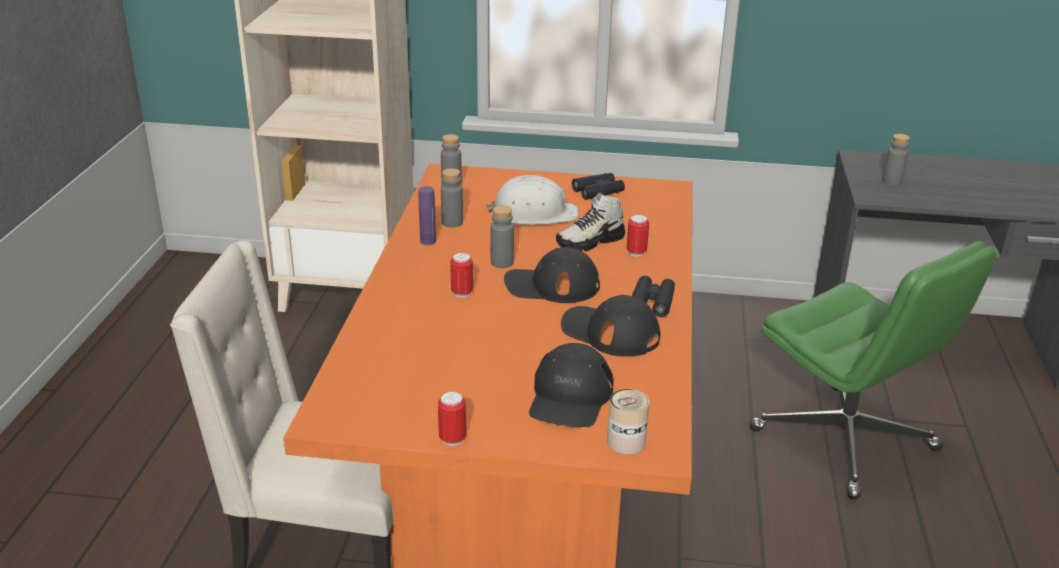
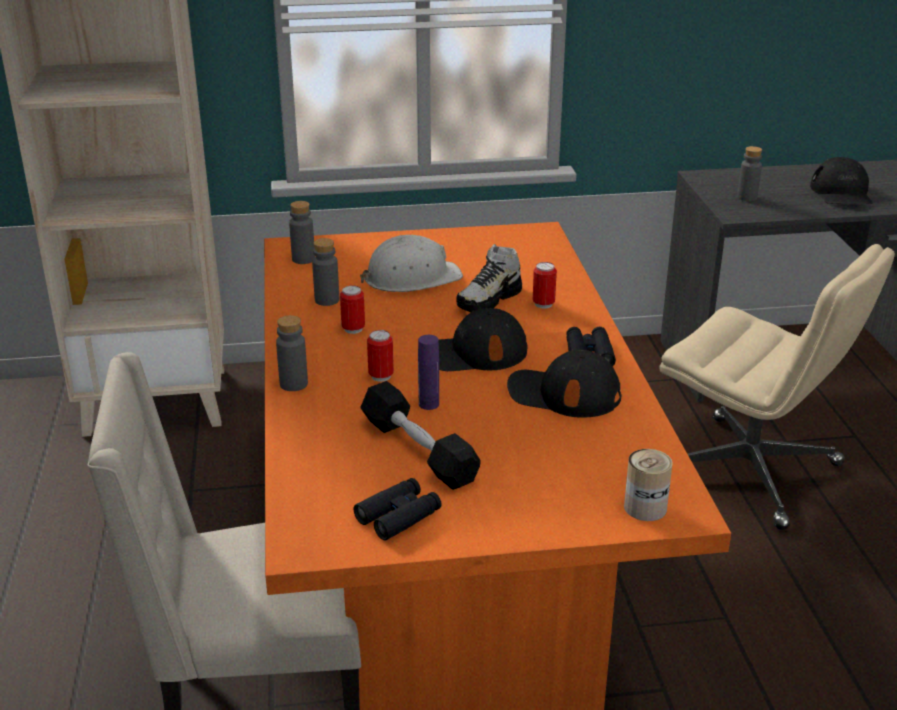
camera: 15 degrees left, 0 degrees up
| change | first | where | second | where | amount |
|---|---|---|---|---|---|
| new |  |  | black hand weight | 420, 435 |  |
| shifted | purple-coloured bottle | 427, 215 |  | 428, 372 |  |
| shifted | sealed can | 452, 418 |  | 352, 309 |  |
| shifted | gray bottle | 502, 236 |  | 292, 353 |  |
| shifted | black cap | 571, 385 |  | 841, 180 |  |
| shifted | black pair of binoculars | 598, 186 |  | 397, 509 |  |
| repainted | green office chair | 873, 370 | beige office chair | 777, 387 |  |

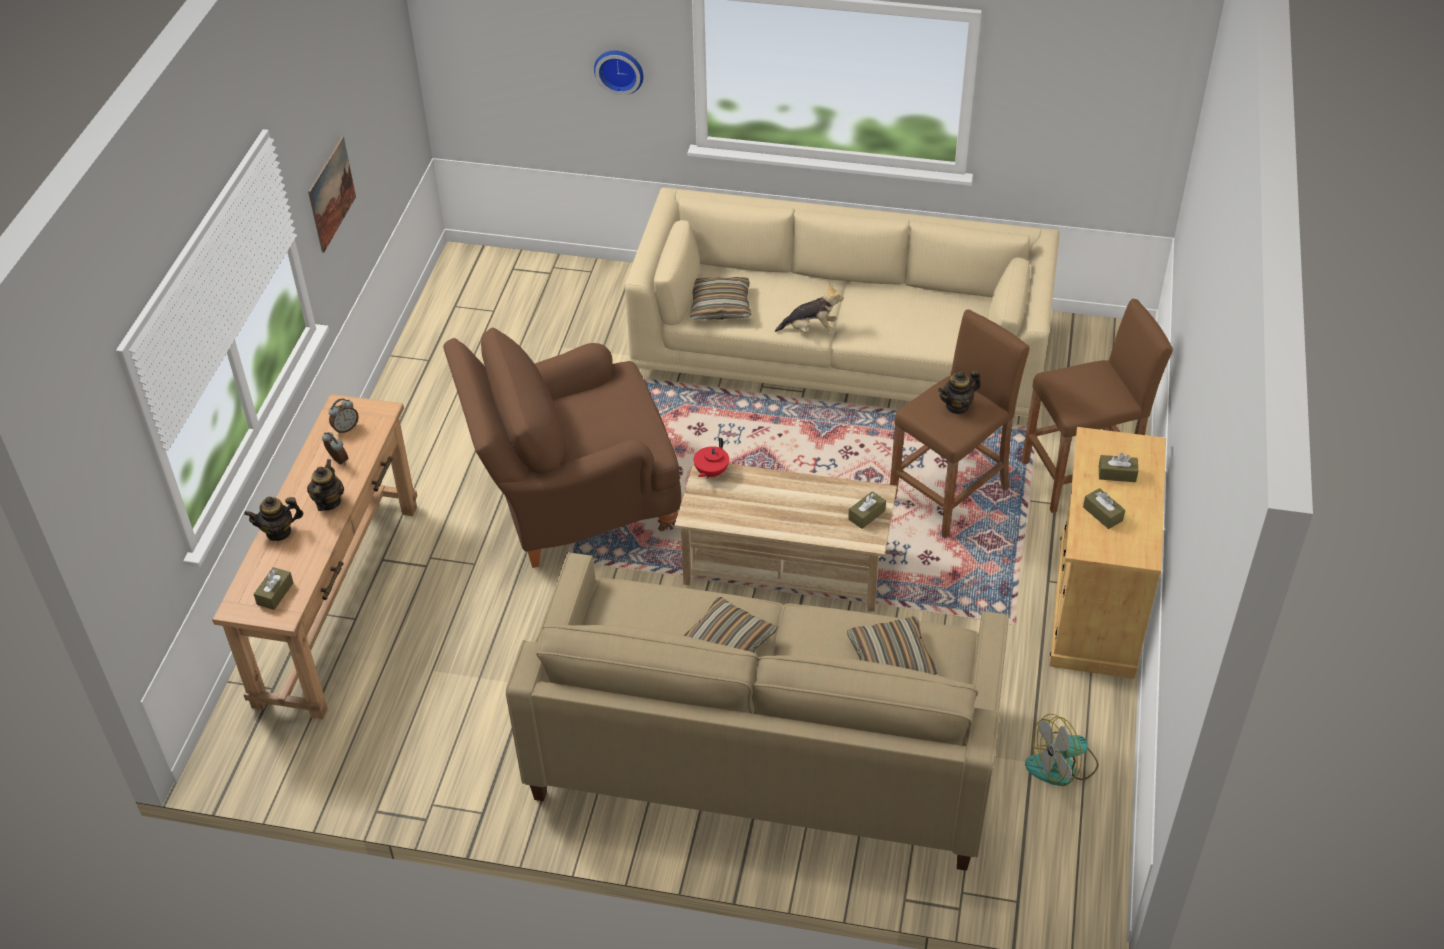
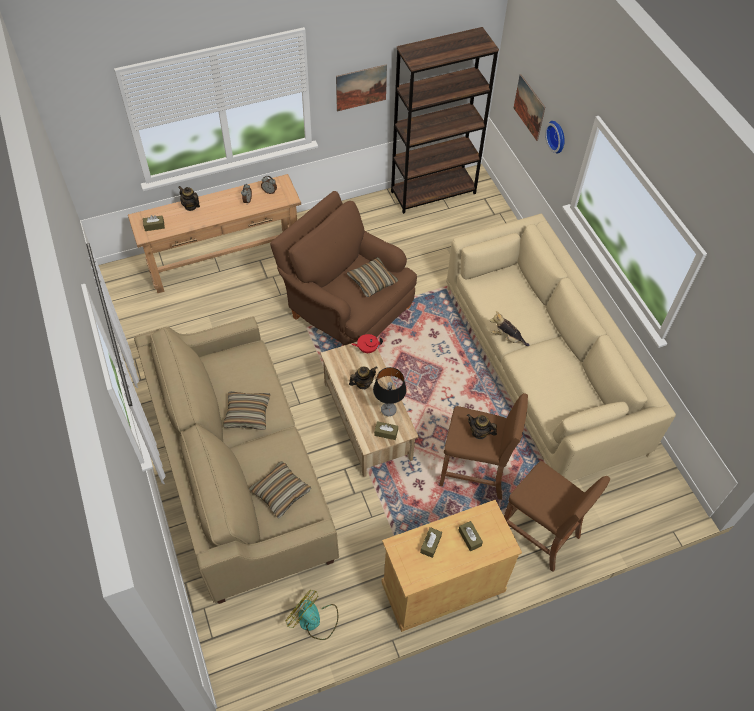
camera: 55 degrees right, 10 degrees up
| change | first | where | second | where | amount |
|---|---|---|---|---|---|
| new |  |  | table lamp | 389, 391 |  |
| new |  |  | brown-coloured shelving unit | 445, 120 |  |
| new |  |  | wall art | 529, 107 |  |
| shifted | tea pot | 325, 485 |  | 363, 377 |  |
| shifted | throw pillow | 720, 298 |  | 372, 277 |  |
| rotated | plush toy | 809, 308 |  | 509, 328 | 150 degrees clockwise |

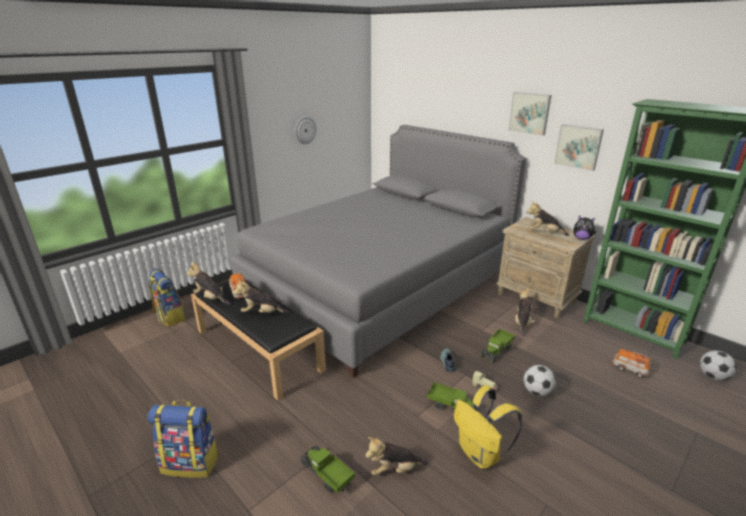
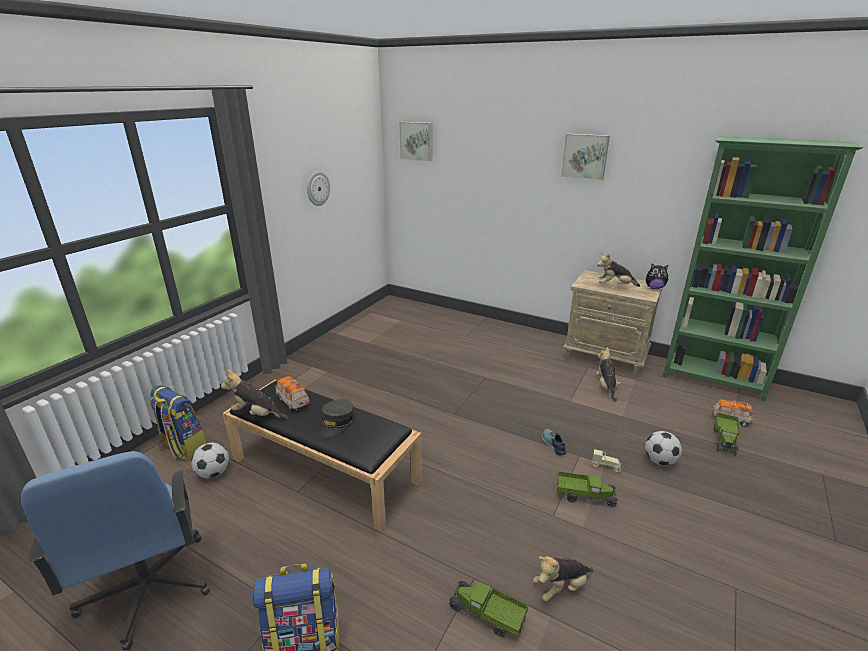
camera: 15 degrees left, 0 degrees up
| change | first | where | second | where | amount |
|---|---|---|---|---|---|
| gone | gray bedroom bed | 378, 251 |  |  |  |
| gone | yellow-coloured rucksack | 488, 427 |  |  |  |
| new |  |  | bluish office chair | 115, 550 |  |
| shifted | model truck | 497, 346 |  | 728, 434 |  |
| shifted | wall art | 579, 147 |  | 416, 141 |  |
| shifted | ball for football | 718, 365 |  | 210, 460 |  |
| swapped | plush toy | 262, 296 | gray cap | 336, 418 |  |

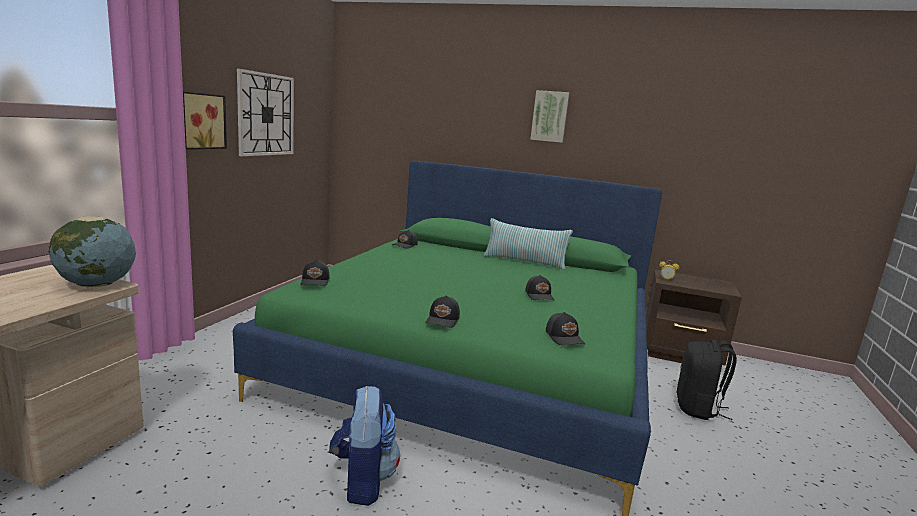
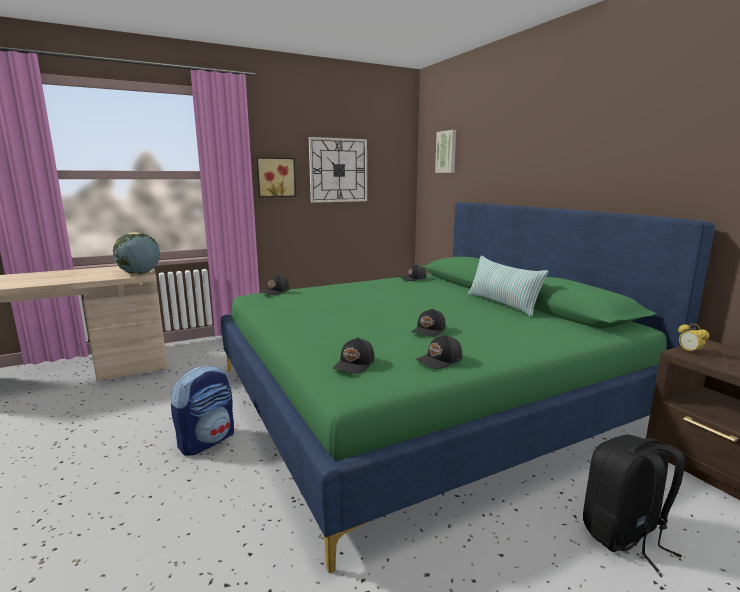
camera: 45 degrees right, 0 degrees up
| change | first | where | second | where | amount |
|---|---|---|---|---|---|
| shifted | black cap | 442, 311 |  | 438, 352 |  |
| shifted | wall art | 550, 116 |  | 445, 151 |  |

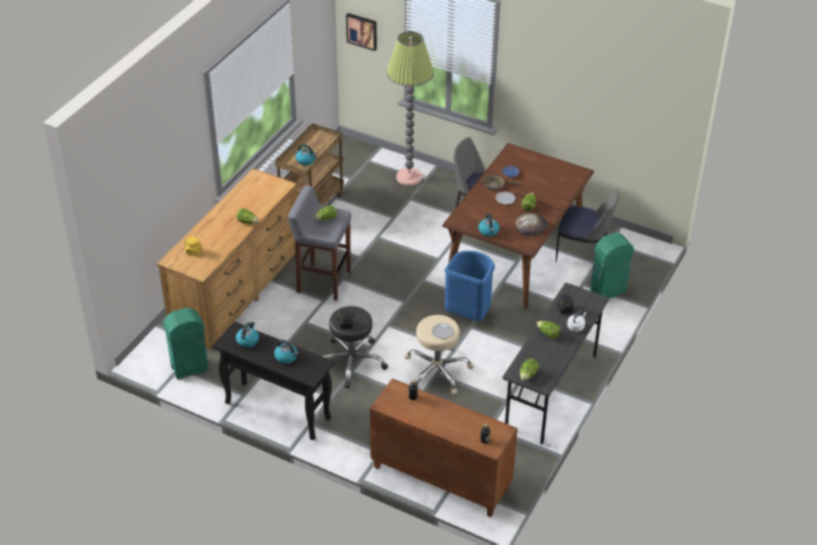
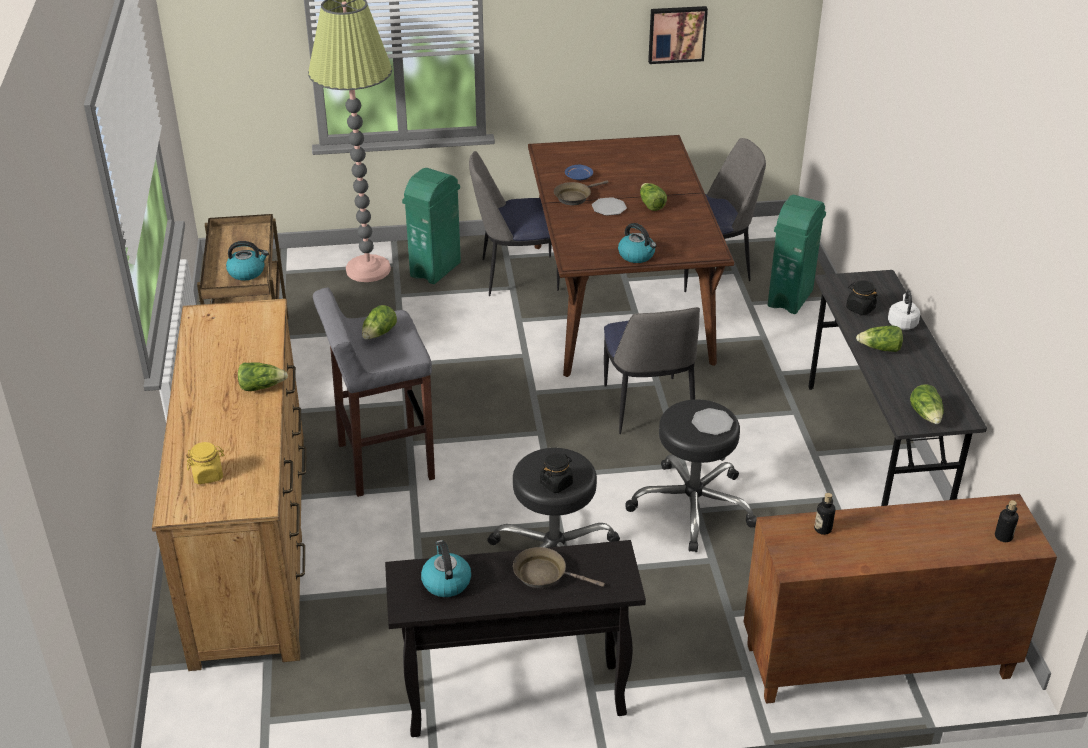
camera: 35 degrees left, 5 degrees down
| change | first | where | second | where | amount |
|---|---|---|---|---|---|
| gone | bread | 531, 224 |  |  |  |
| shifted | green trash can | 186, 343 |  | 431, 226 |  |
| shifted | wall art | 361, 32 |  | 678, 35 |  |
| swapped | kettle | 286, 352 | brown-coloured pan | 559, 567 |  |
| swapped | bluish trash can | 469, 286 | chair | 652, 370 |  |
| repainted | beige stool | 439, 355 | black stool | 691, 475 |  |

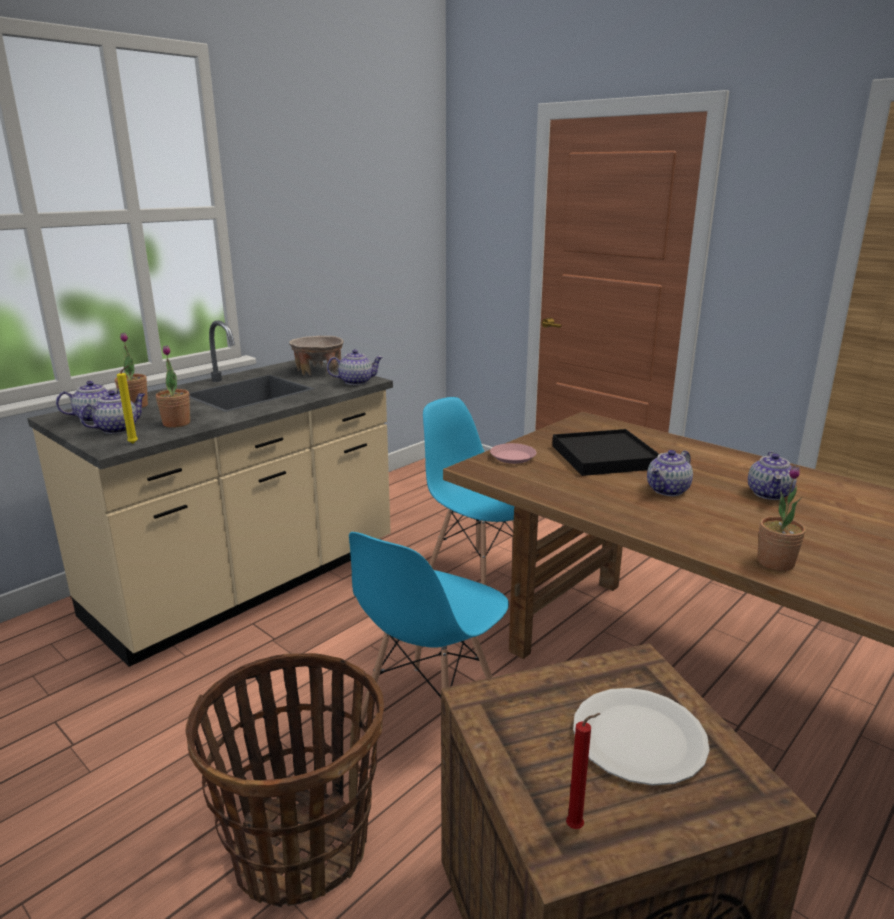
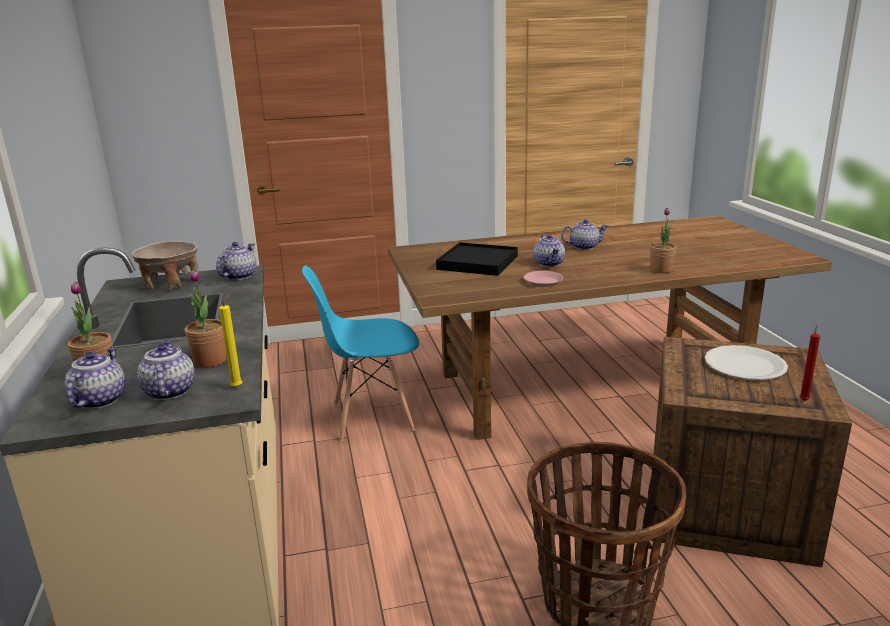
camera: 55 degrees left, 0 degrees up
| change | first | where | second | where | amount |
|---|---|---|---|---|---|
| gone | bluish chair | 429, 627 |  |  |  |
| shifted | pink dinner plate | 513, 453 |  | 543, 279 |  |
| rotated | tea pot | 772, 475 |  | 585, 234 | 60 degrees counterclockwise |

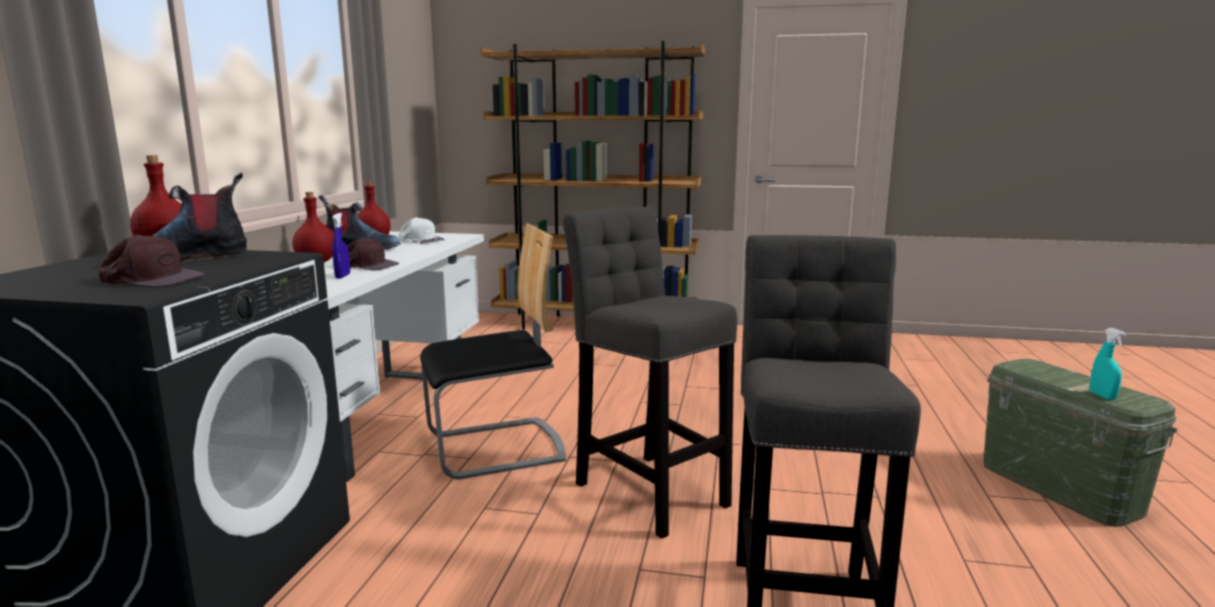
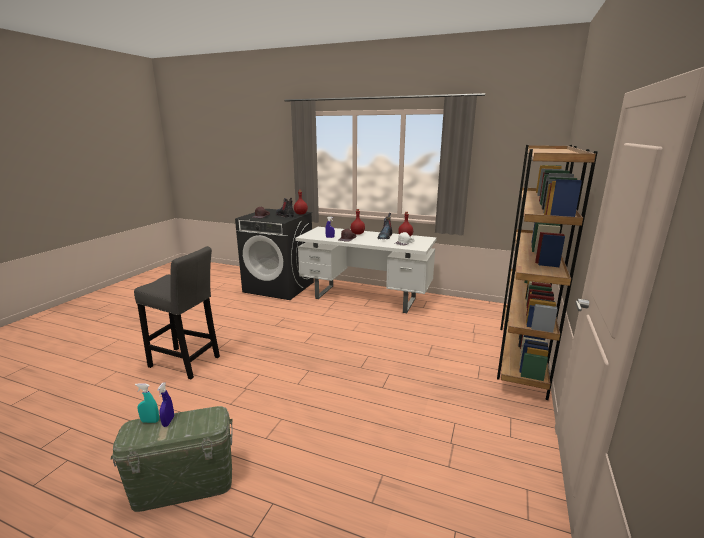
camera: 100 degrees right, 5 degrees up
| change | first | where | second | where | amount |
|---|---|---|---|---|---|
| gone | chair | 493, 351 |  |  |  |
| gone | gray stool | 650, 372 |  |  |  |
| new |  |  | bluish spray bottle | 165, 404 |  |

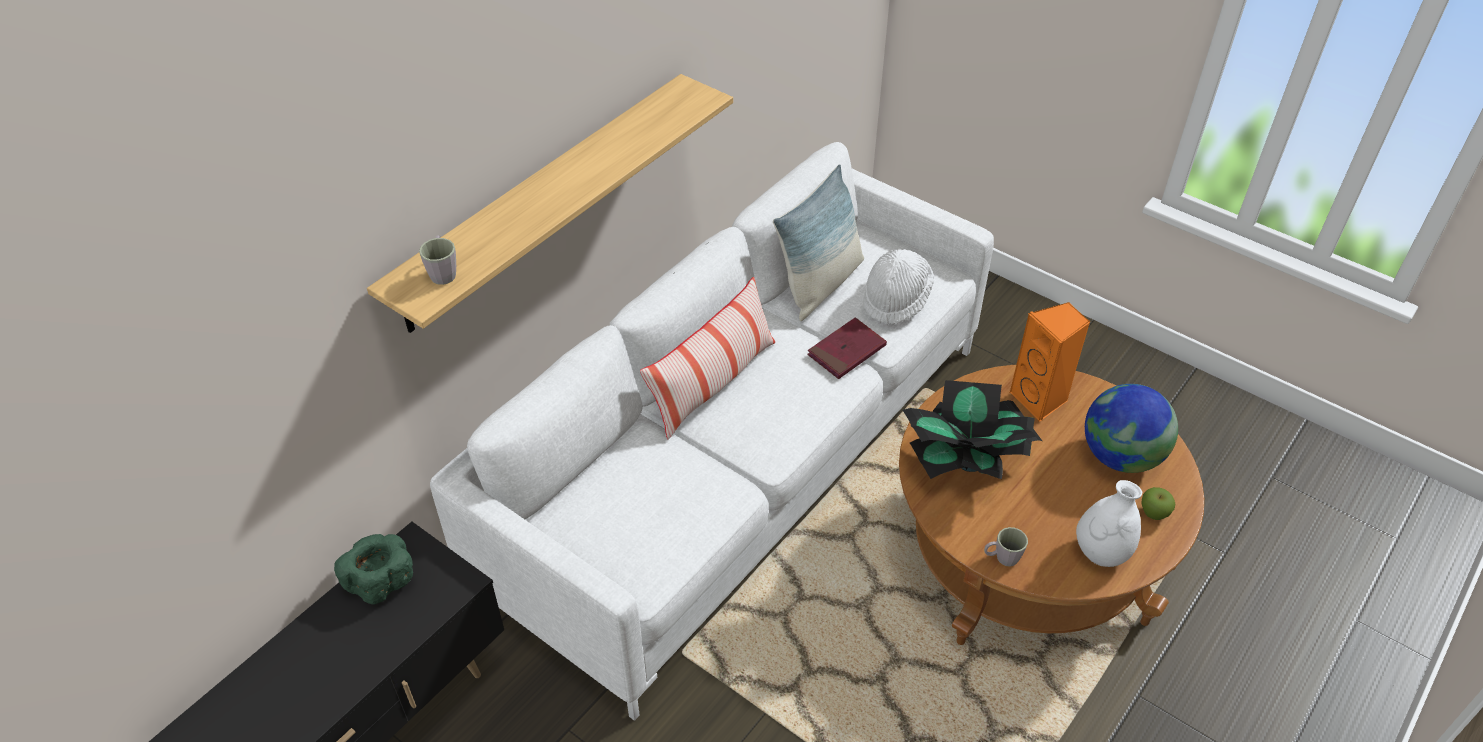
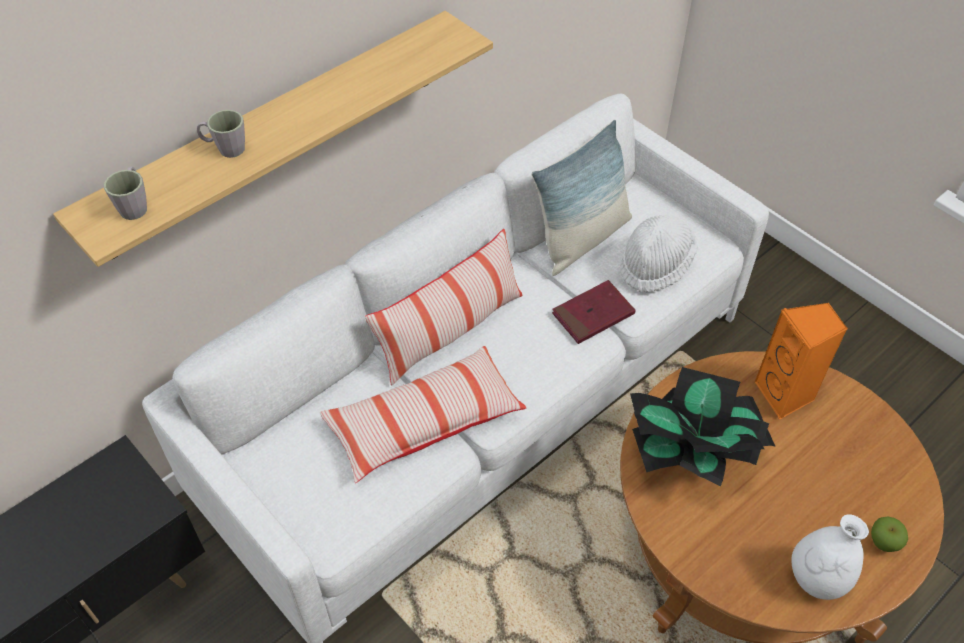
camera: 10 degrees right, 5 degrees up
| change | first | where | second | where | amount |
|---|---|---|---|---|---|
| gone | green serving bowl | 373, 569 |  |  |  |
| gone | world globe | 1131, 428 |  |  |  |
| new |  |  | throw pillow | 423, 414 |  |
| shifted | gray mug | 1006, 547 |  | 221, 134 |  |

